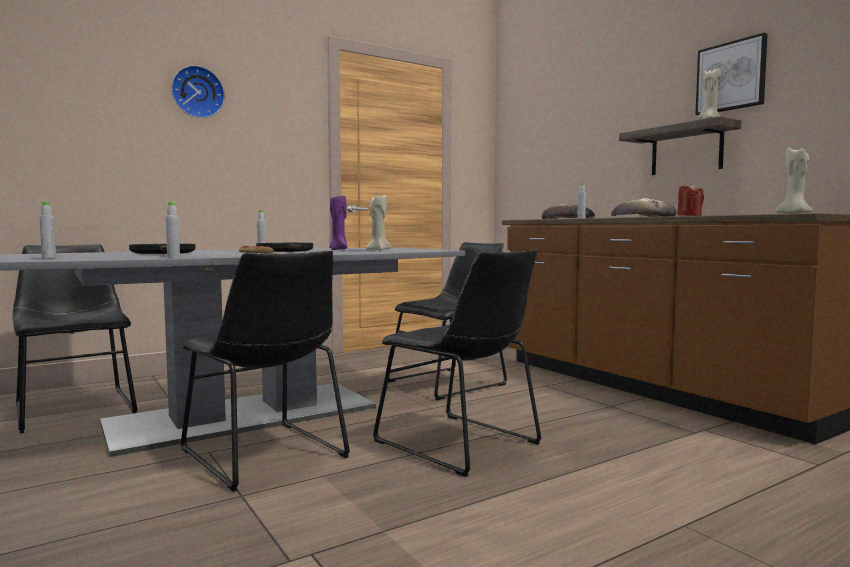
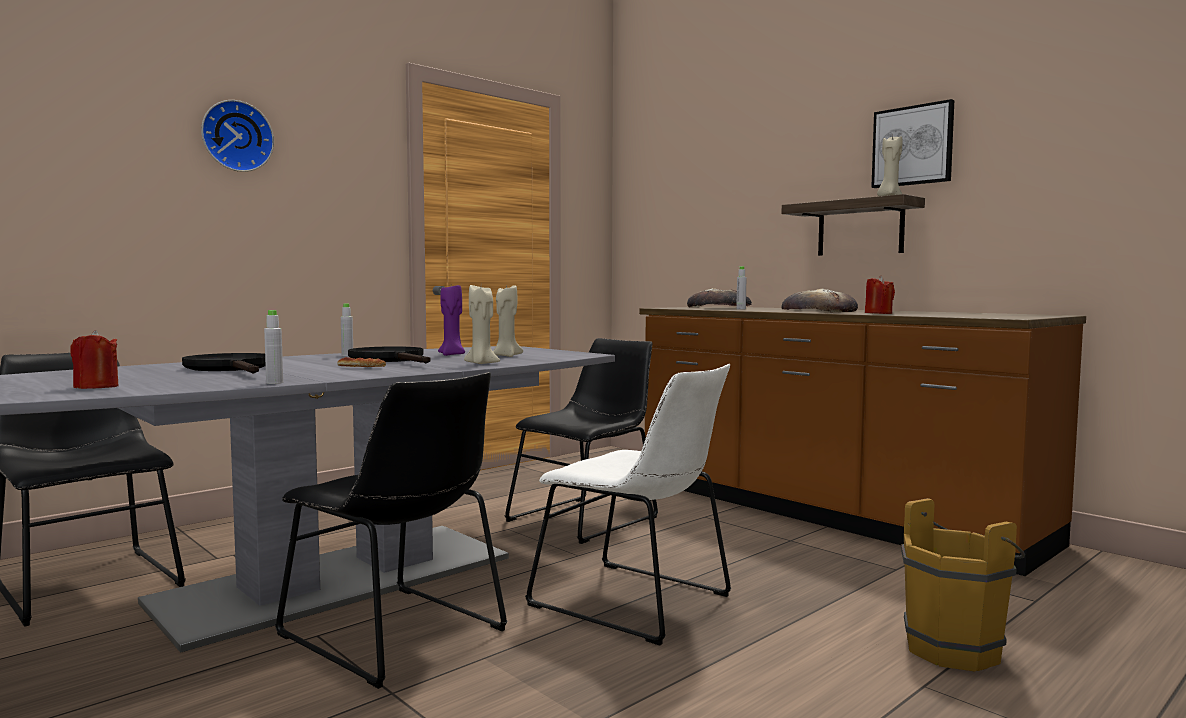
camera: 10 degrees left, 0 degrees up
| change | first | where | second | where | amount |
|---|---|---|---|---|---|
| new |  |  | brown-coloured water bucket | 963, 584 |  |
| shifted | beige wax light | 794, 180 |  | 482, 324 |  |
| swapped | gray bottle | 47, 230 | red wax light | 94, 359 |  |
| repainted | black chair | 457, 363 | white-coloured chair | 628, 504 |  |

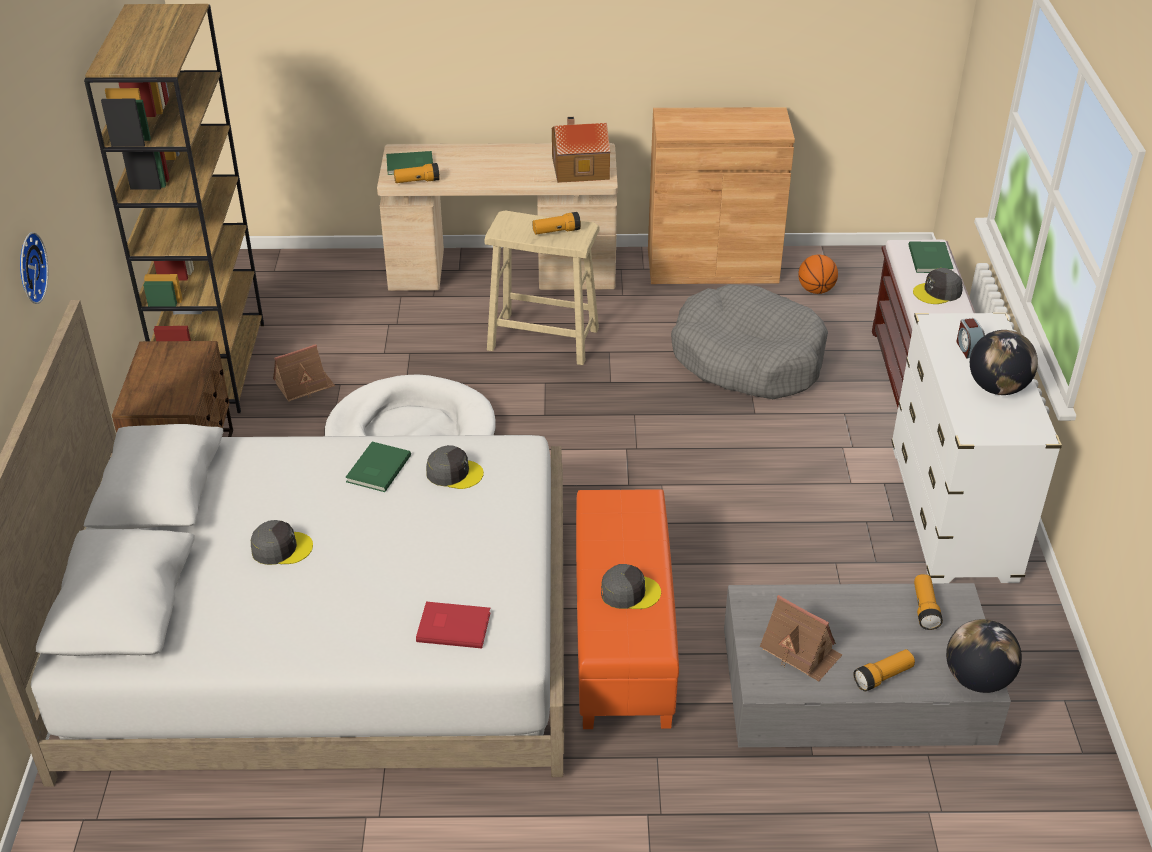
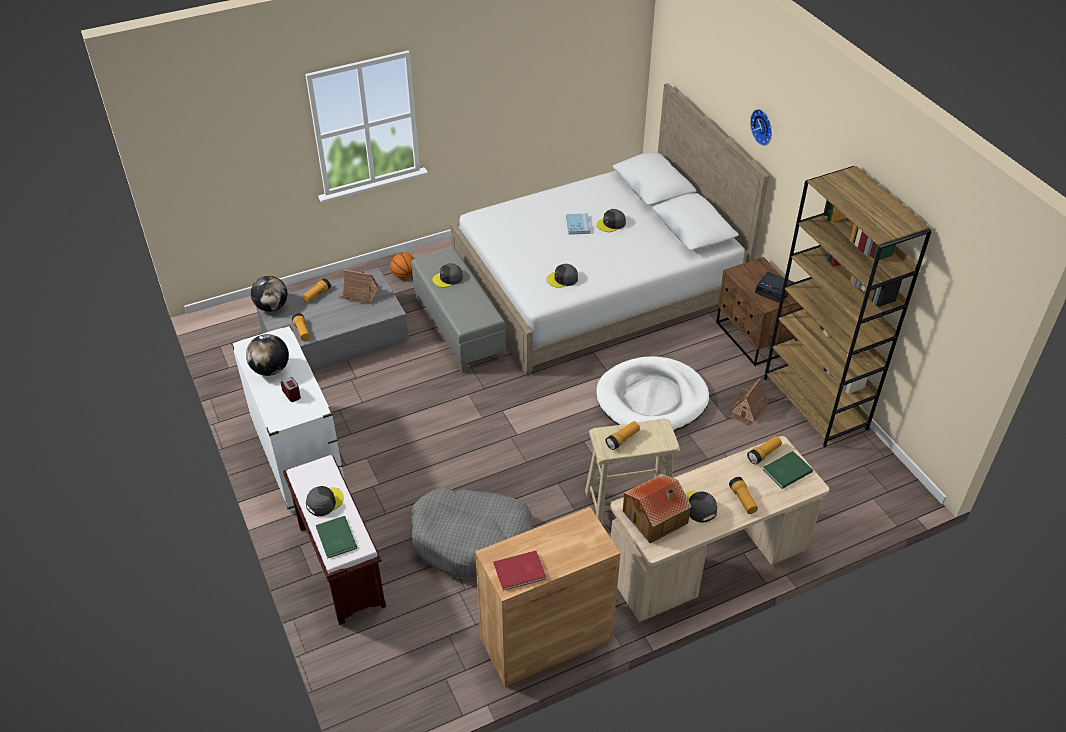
camera: 155 degrees right, 5 degrees up
| change | first | where | second | where | amount |
|---|---|---|---|---|---|
| gone | green book | 378, 467 |  |  |  |
| new |  |  | bluish book | 578, 224 |  |
| new |  |  | gray cap | 701, 507 |  |
| new |  |  | hand torch | 743, 495 |  |
| new |  |  | table clock | 774, 287 |  |
| shifted | red book | 453, 625 |  | 520, 571 |  |
| shifted | basketball | 818, 274 |  | 402, 266 |  |
| repainted | orange-coloured footrest | 627, 609 | gray footrest | 458, 310 |  |

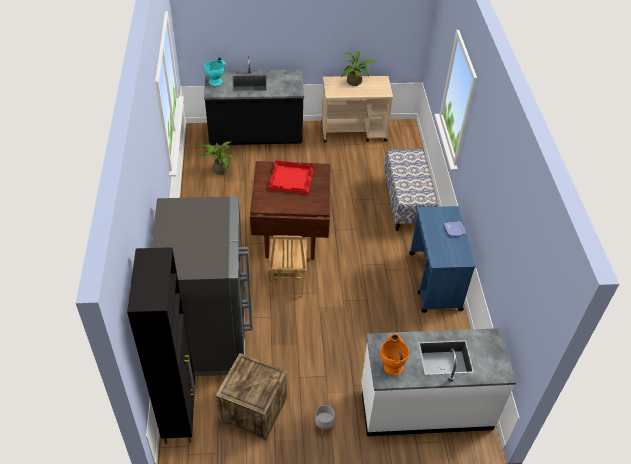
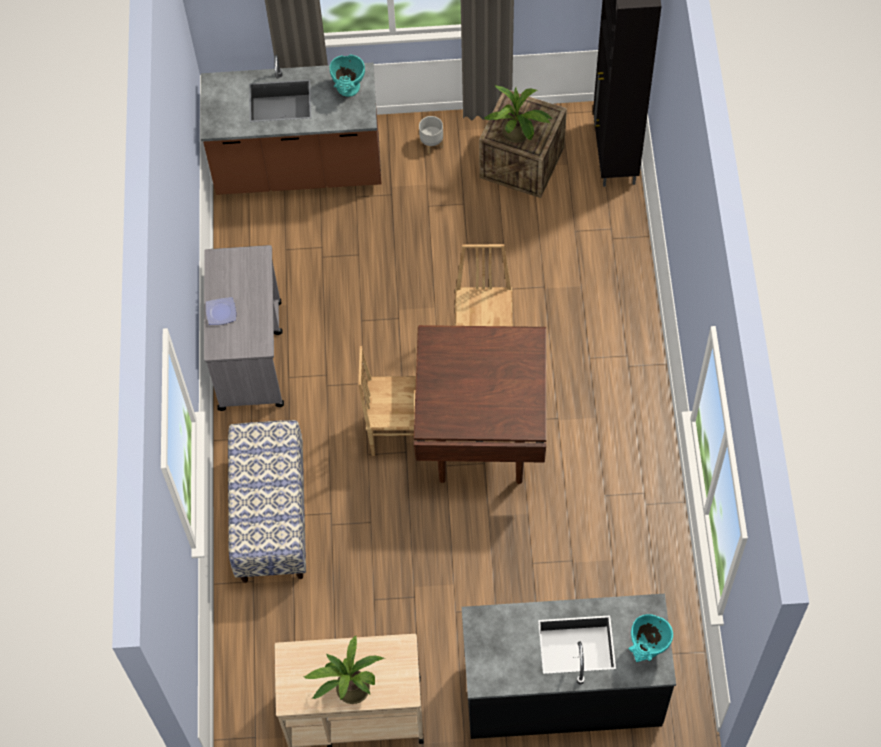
camera: 175 degrees left, 15 degrees up
| change | first | where | second | where | amount |
|---|---|---|---|---|---|
| gone | gray refrigerator | 202, 286 |  |  |  |
| gone | red tray | 291, 177 |  |  |  |
| new |  |  | brown-coloured chair | 393, 401 |  |
| shifted | houseplant | 219, 158 |  | 518, 114 |  |
| repainted | white-coloured kitchen base unit | 438, 382 | brown-coloured kitchen base unit | 291, 124 |  |
| repainted | orange-coloured vase | 394, 355 | turquoise-coloured vase | 347, 76 |  |
| repainted | bluish cart | 442, 259 | gray cart | 244, 328 |  |

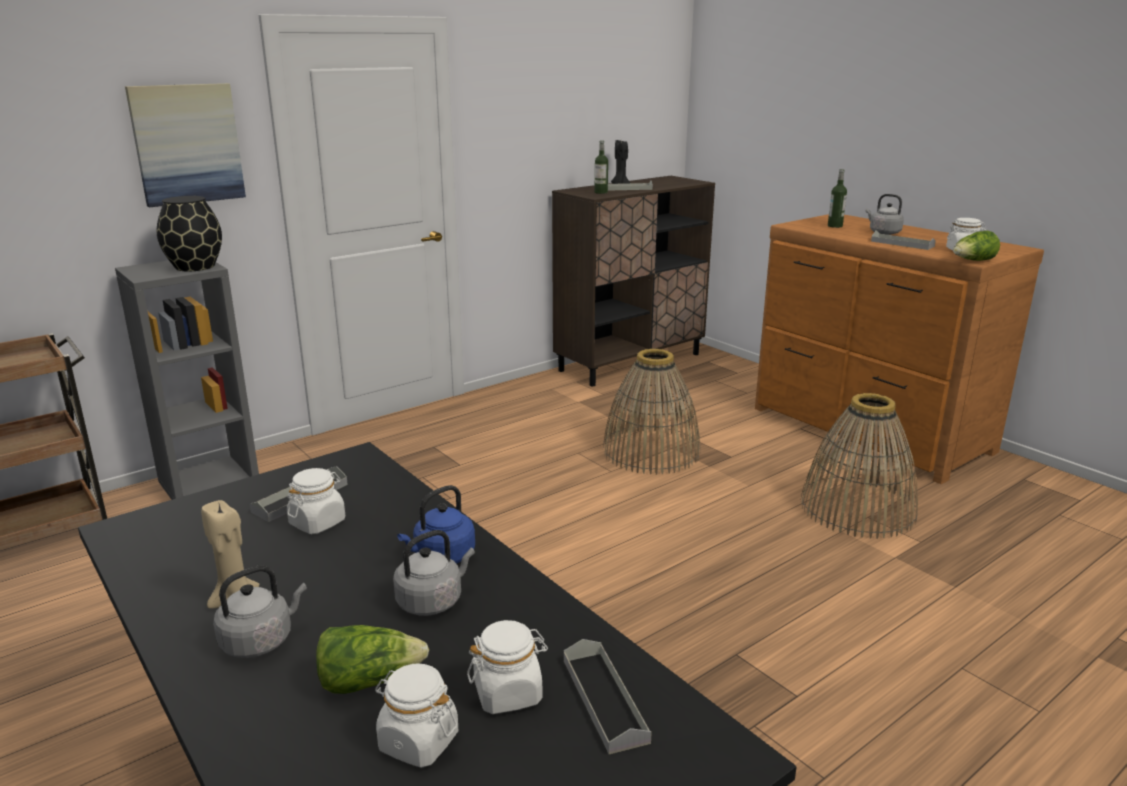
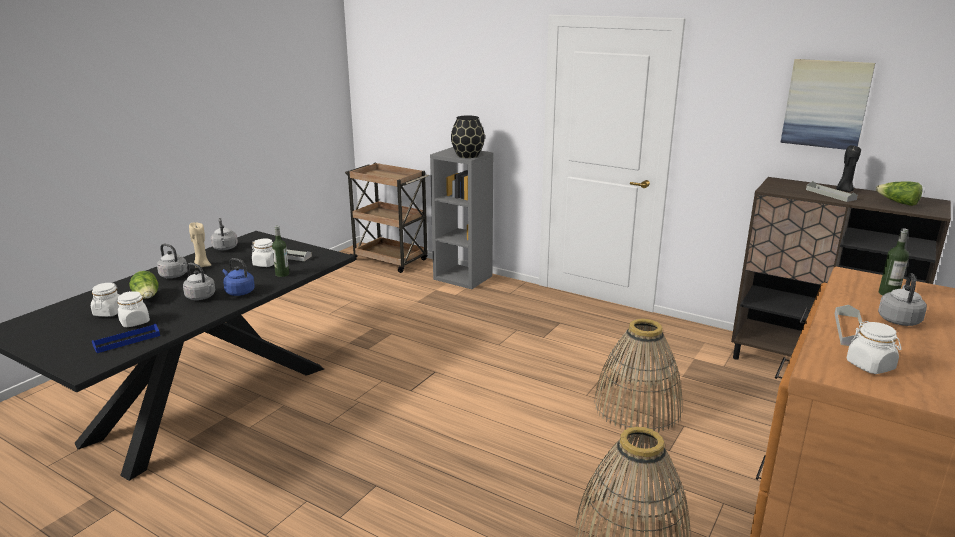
camera: 70 degrees right, 0 degrees up
| change | first | where | second | where | amount |
|---|---|---|---|---|---|
| new |  |  | gray kettle | 224, 234 |  |
| shifted | wall art | 185, 145 |  | 828, 104 |  |
| shifted | bottle | 601, 167 |  | 280, 251 |  |
| shifted | lettuce | 976, 246 |  | 899, 193 |  |
| repainted | gray tray | 608, 696 | bluish tray | 126, 338 |  |

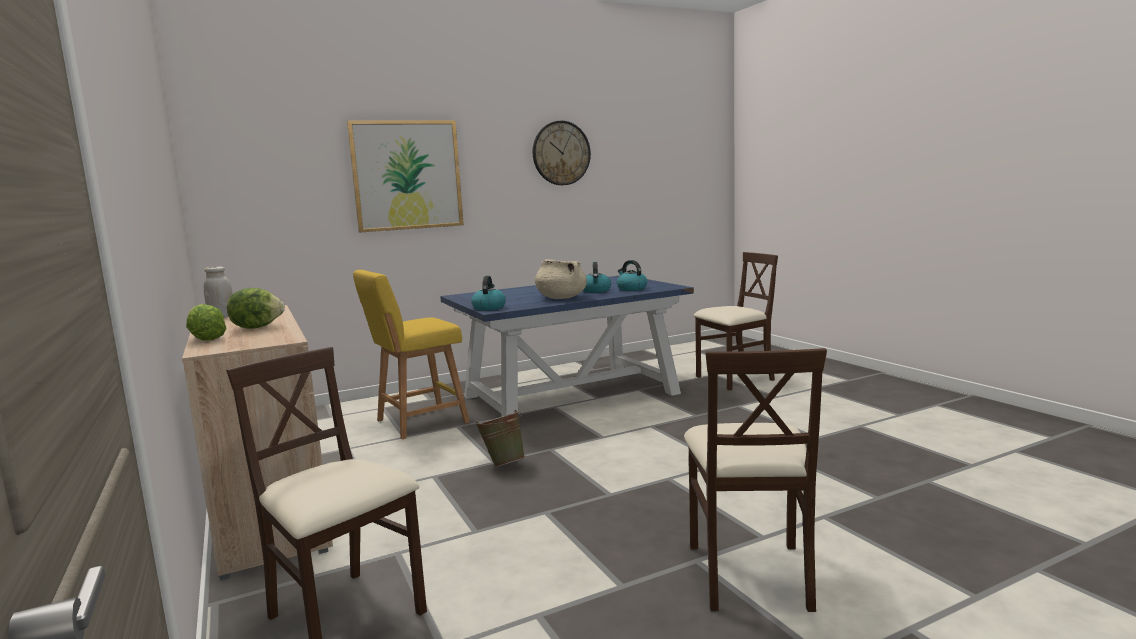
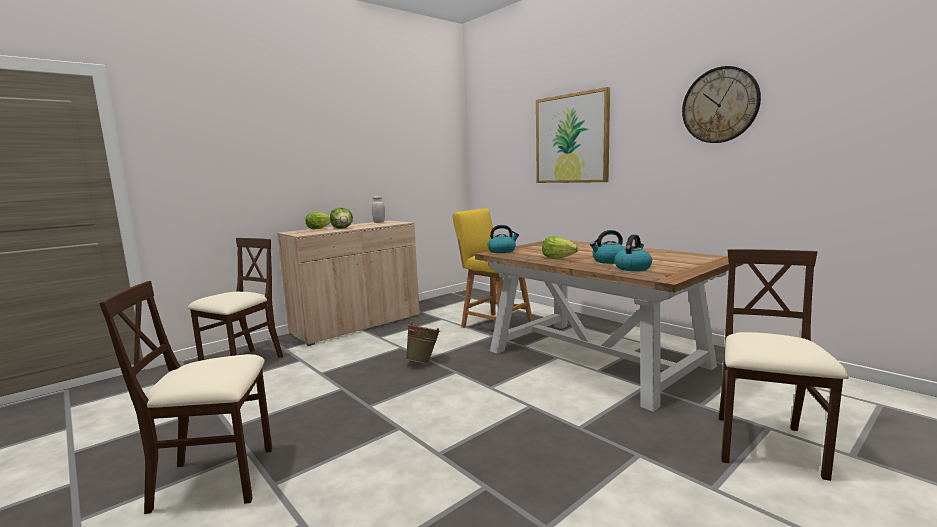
camera: 75 degrees right, 0 degrees up
| change | first | where | second | where | amount |
|---|---|---|---|---|---|
| swapped | beige stockpot | 561, 279 | lettuce | 560, 247 |  |
| repainted | bluish dinner table | 567, 346 | brown-coloured dinner table | 609, 326 |  |
| rotated | beige chair | 736, 321 |  | 784, 365 | 120 degrees counterclockwise |

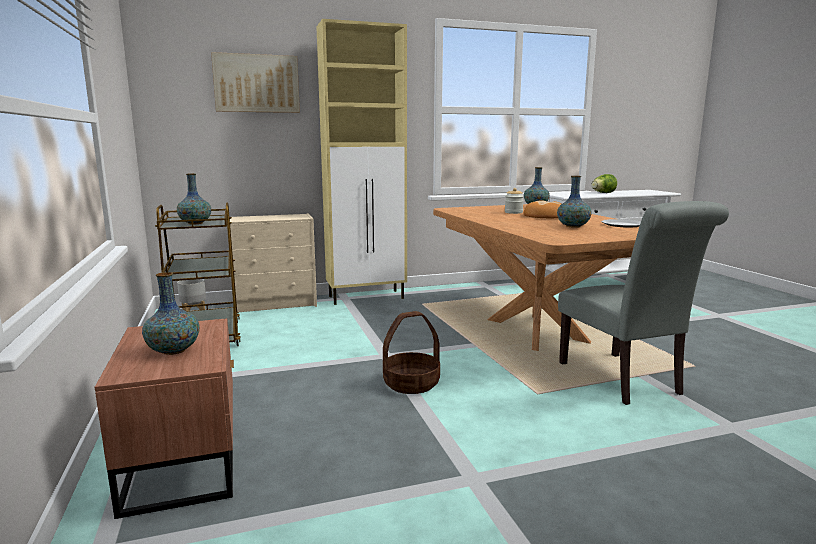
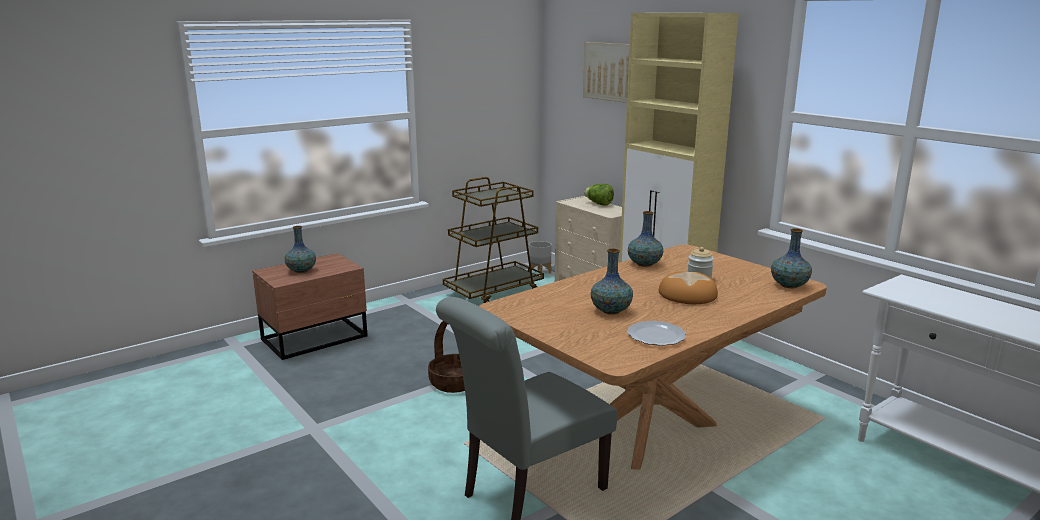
camera: 70 degrees right, 5 degrees up
| change | first | where | second | where | amount |
|---|---|---|---|---|---|
| shifted | vase | 194, 199 |  | 645, 239 |  |
| shifted | lettuce | 604, 183 |  | 599, 195 |  |

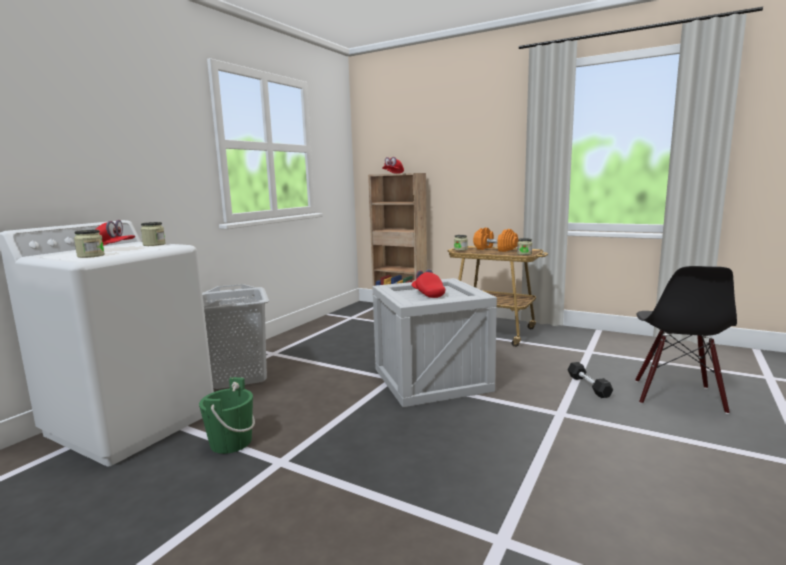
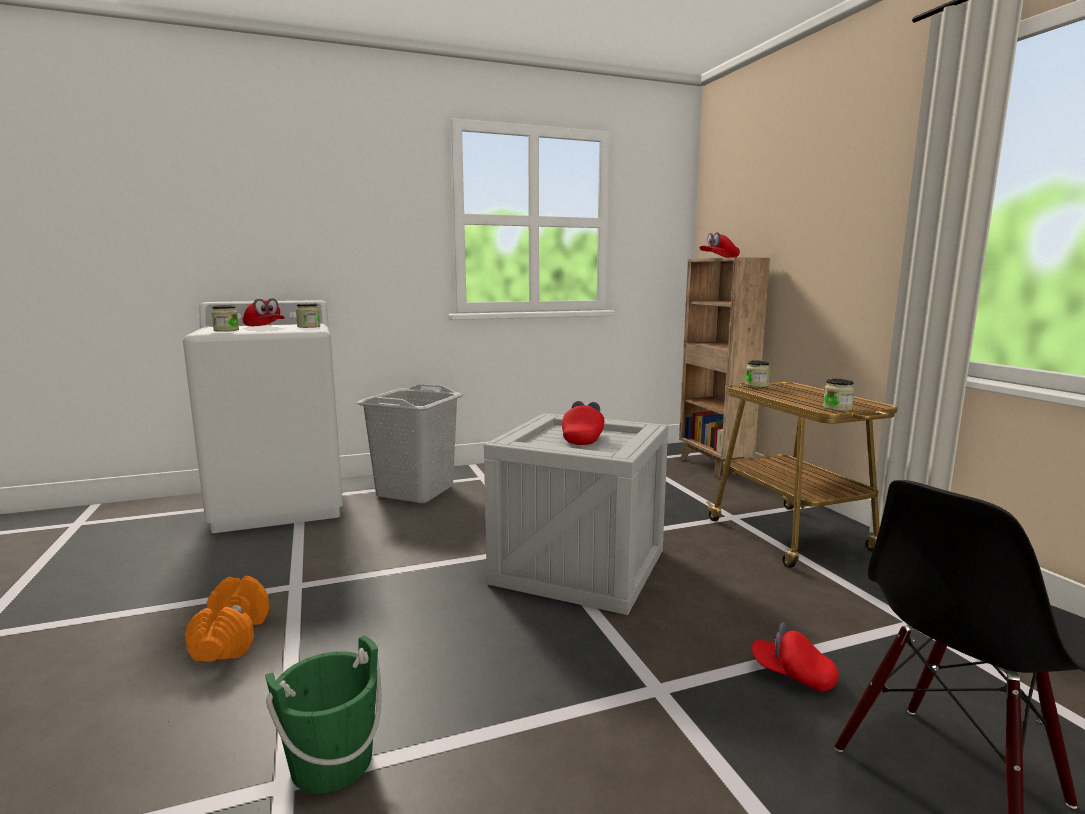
camera: 40 degrees right, 0 degrees up
| change | first | where | second | where | amount |
|---|---|---|---|---|---|
| shifted | green water bucket | 227, 415 |  | 323, 714 |  |
| shifted | orange-coloured hand weight | 496, 240 |  | 227, 619 |  |
| swapped | black hand weight | 590, 380 | red cap | 795, 657 |  |

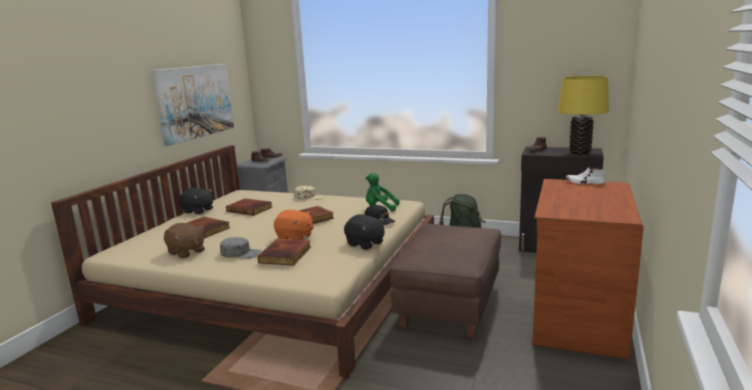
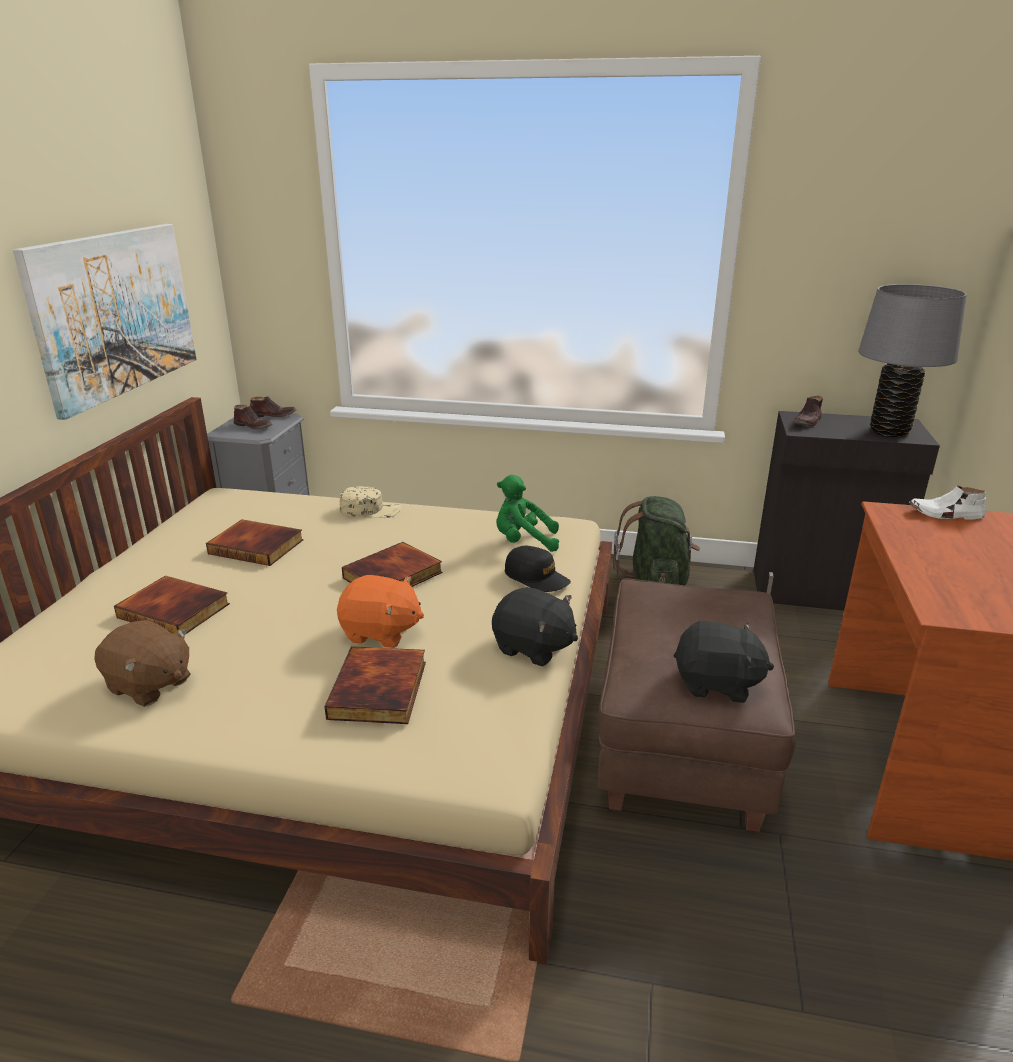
camera: 10 degrees left, 10 degrees up
| change | first | where | second | where | amount |
|---|---|---|---|---|---|
| gone | gray cap | 241, 248 |  |  |  |
| shifted | black plush toy | 196, 201 |  | 724, 662 |  |
| repainted | yellow-coloured table lamp | 583, 115 | gray table lamp | 912, 360 |  |

